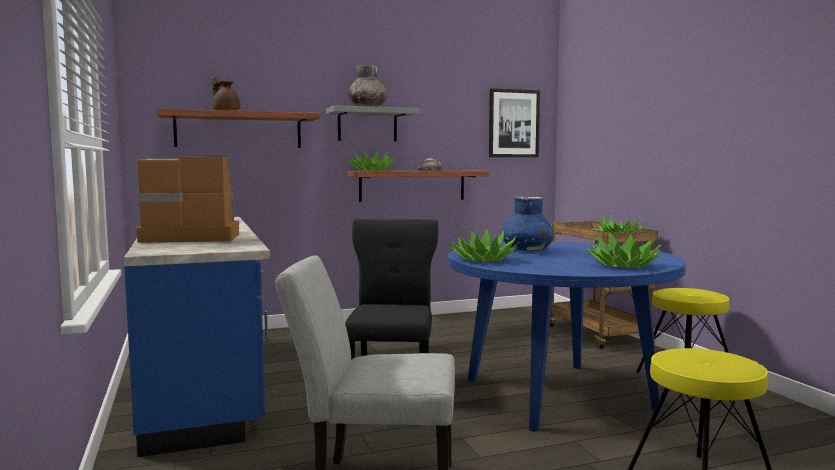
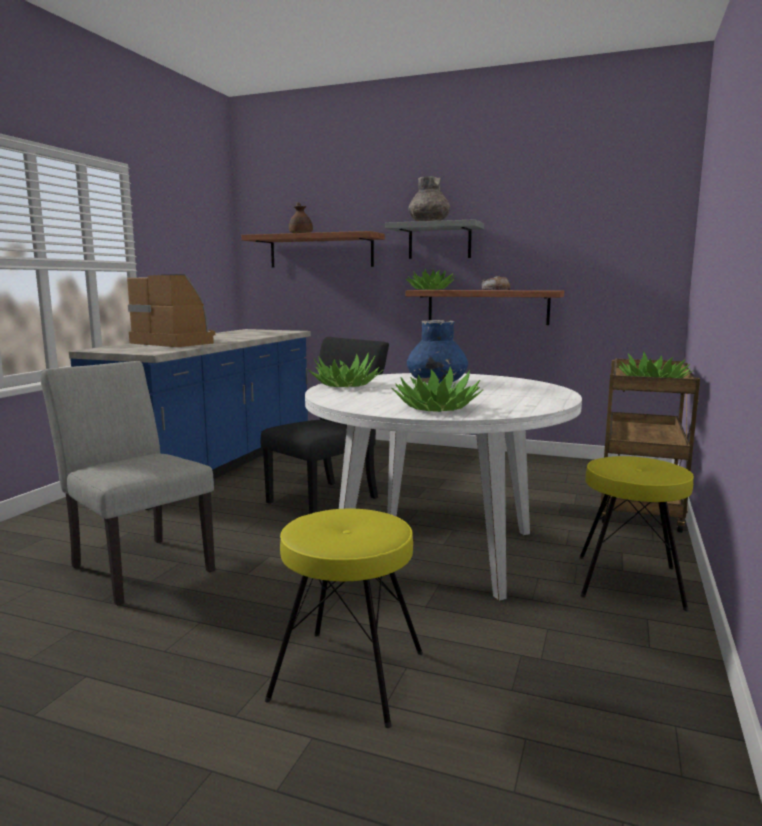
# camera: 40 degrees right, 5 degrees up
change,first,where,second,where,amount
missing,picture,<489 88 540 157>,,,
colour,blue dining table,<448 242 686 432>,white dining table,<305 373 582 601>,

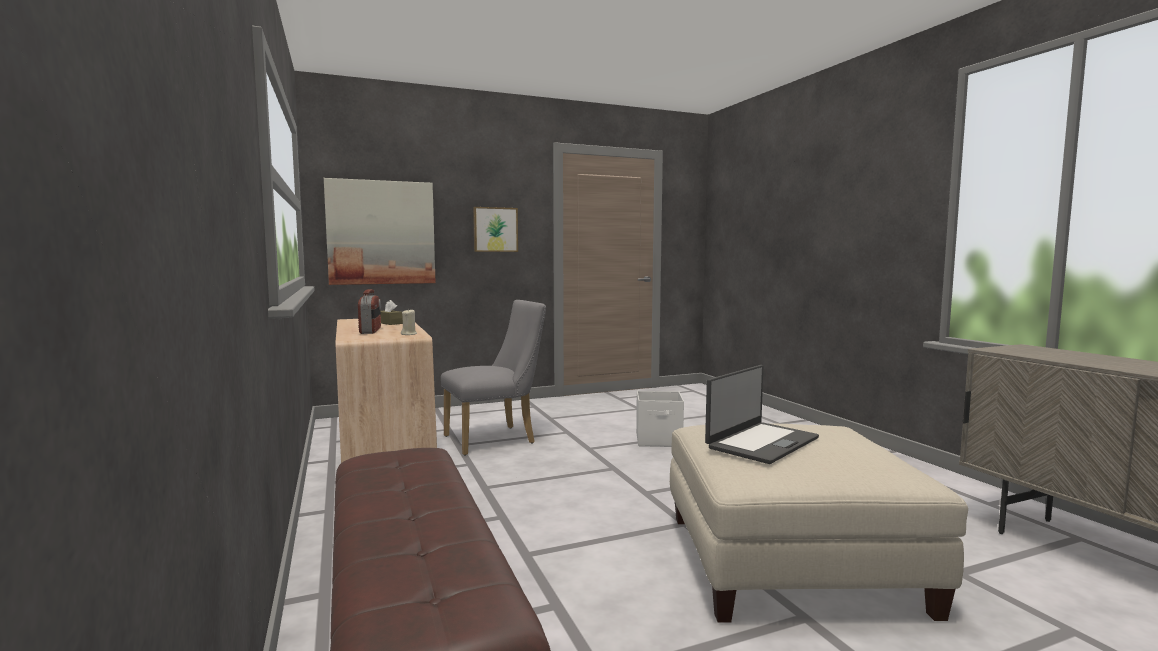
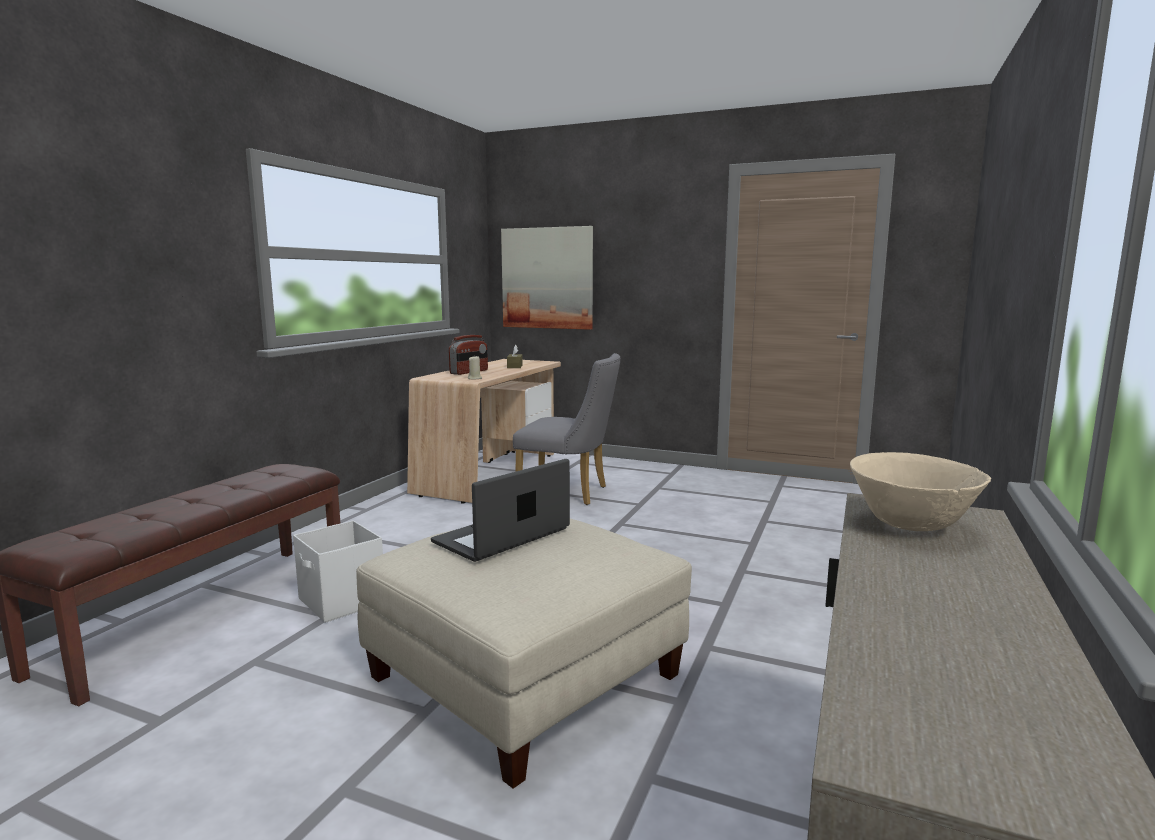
# camera: 45 degrees right, 5 degrees up
change,first,where,second,where,amount
missing,picture,<473 207 518 252>,,,
spun,laptop,<705 365 819 464>,,<431 459 570 562>,135 degrees clockwise
relocated,white storage box,<636 391 684 447>,,<293 520 383 623>,
appeared,,,beige bowl,<850 452 991 531>,

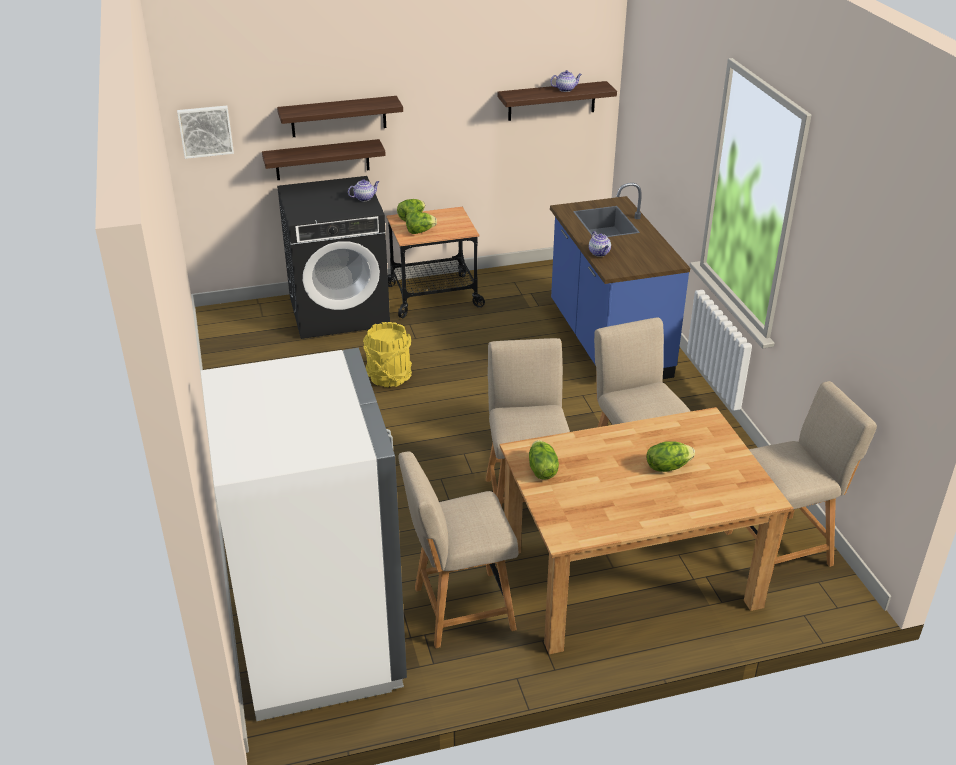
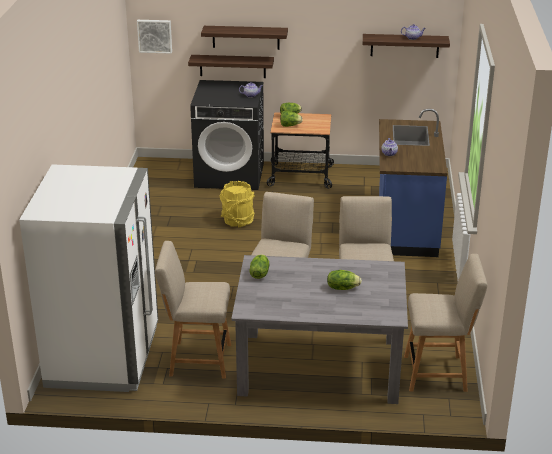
# camera: 20 degrees right, 5 degrees down
change,first,where,second,where,amount
colour,brown dining table,<500 407 794 654>,grey dining table,<231 255 408 404>,

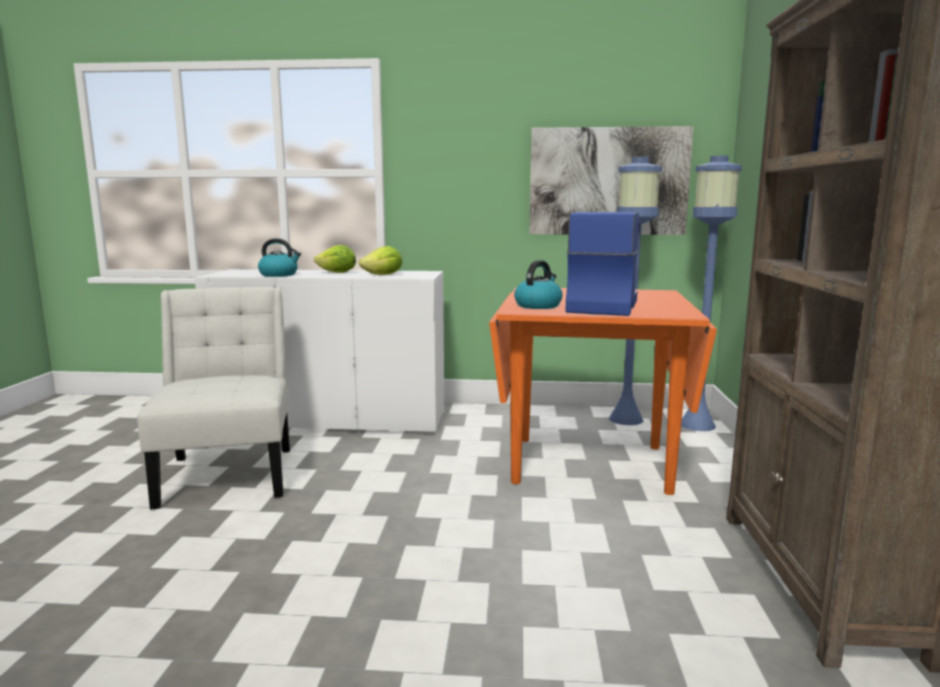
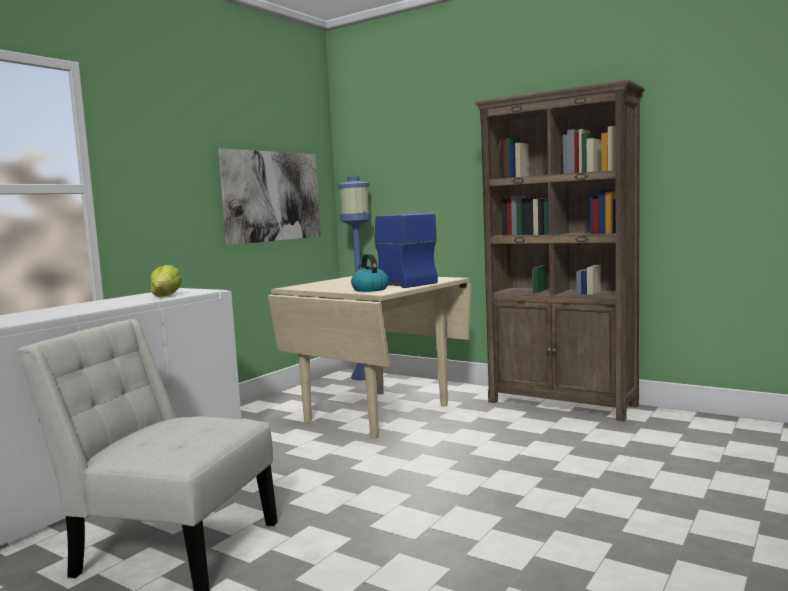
# camera: 60 degrees left, 5 degrees down
change,first,where,second,where,amount
missing,blue floor lamp,<609 157 662 425>,,,
missing,kettle,<258 238 301 277>,,,
missing,lettuce,<314 245 356 273>,,,
colour,orange dining table,<489 287 717 495>,beige dining table,<268 276 472 439>,

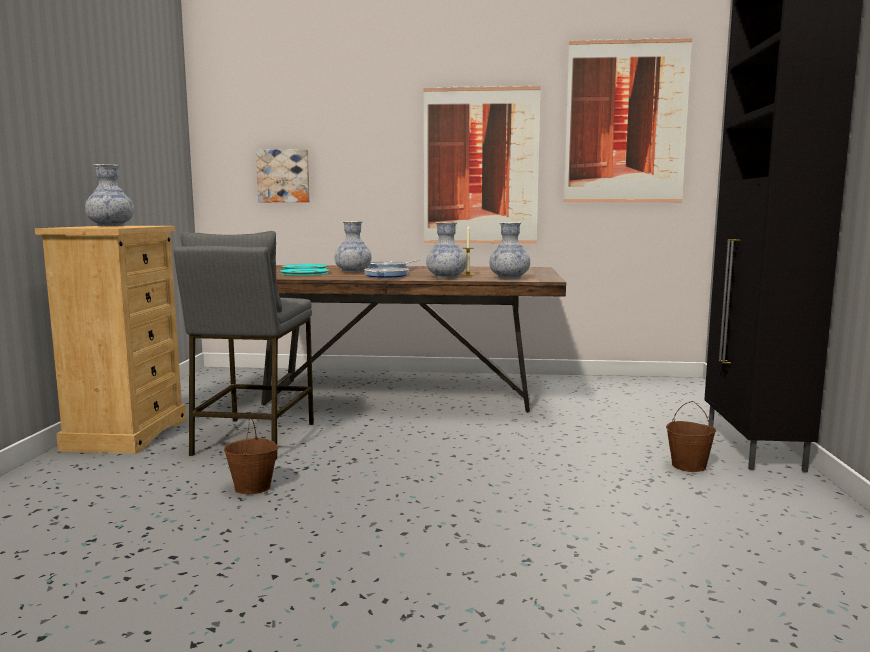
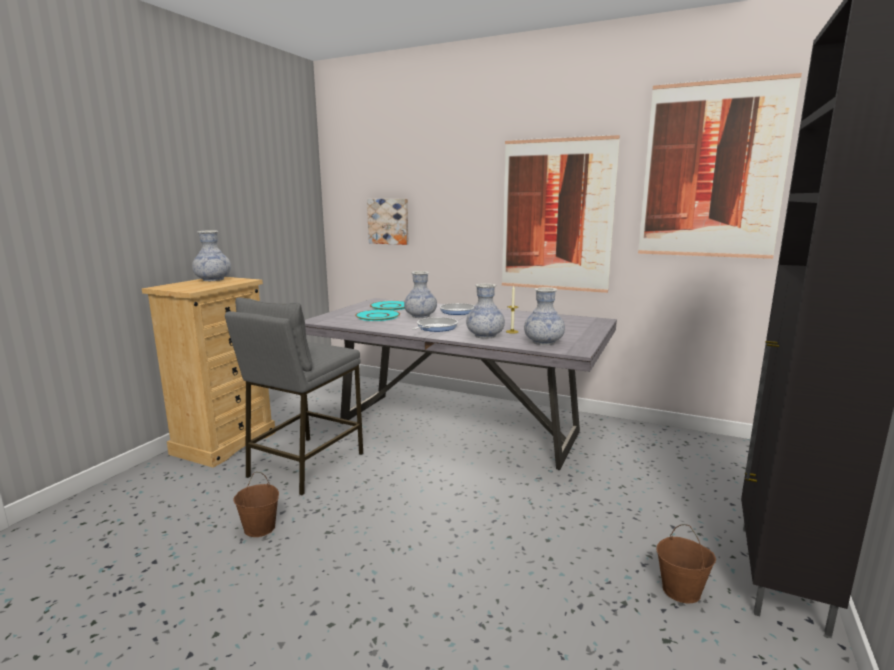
# camera: 20 degrees right, 5 degrees up
change,first,where,second,where,amount
colour,brown dining table,<261 265 566 413>,grey dining table,<305 298 617 470>,

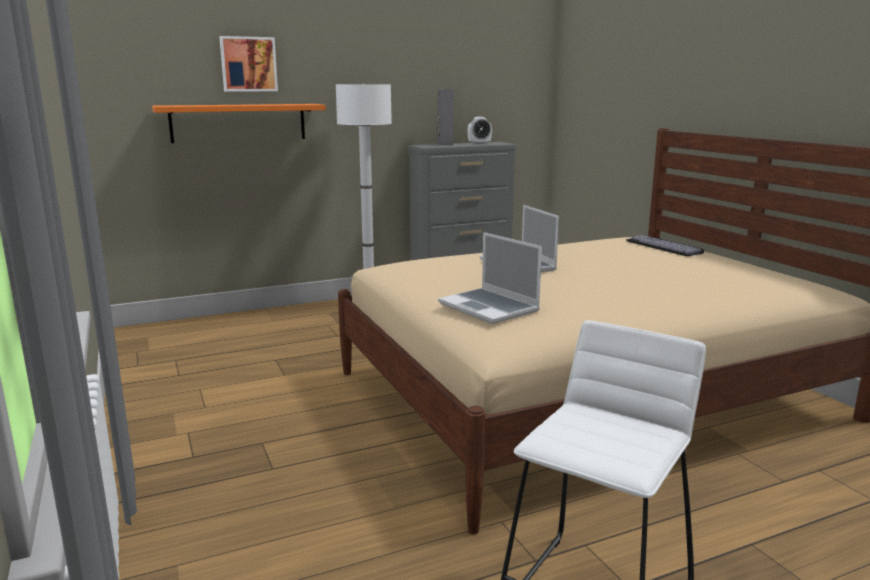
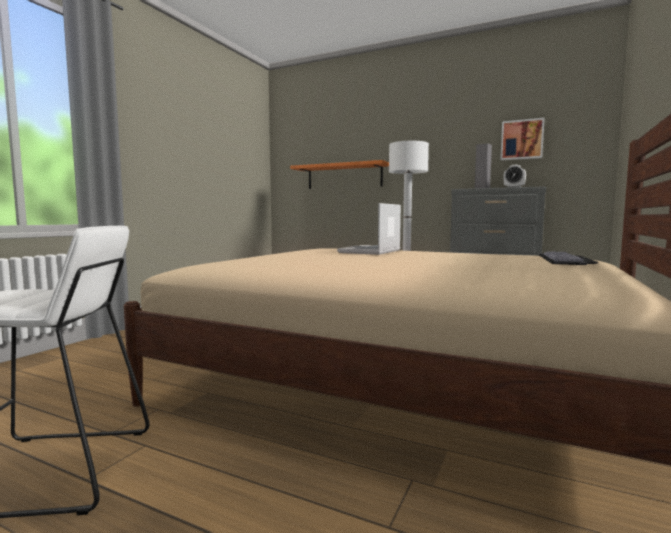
# camera: 50 degrees right, 10 degrees down
change,first,where,second,where,amount
relocated,picture,<219 36 278 92>,,<500 118 545 160>,
missing,laptop,<438 232 542 324>,,,

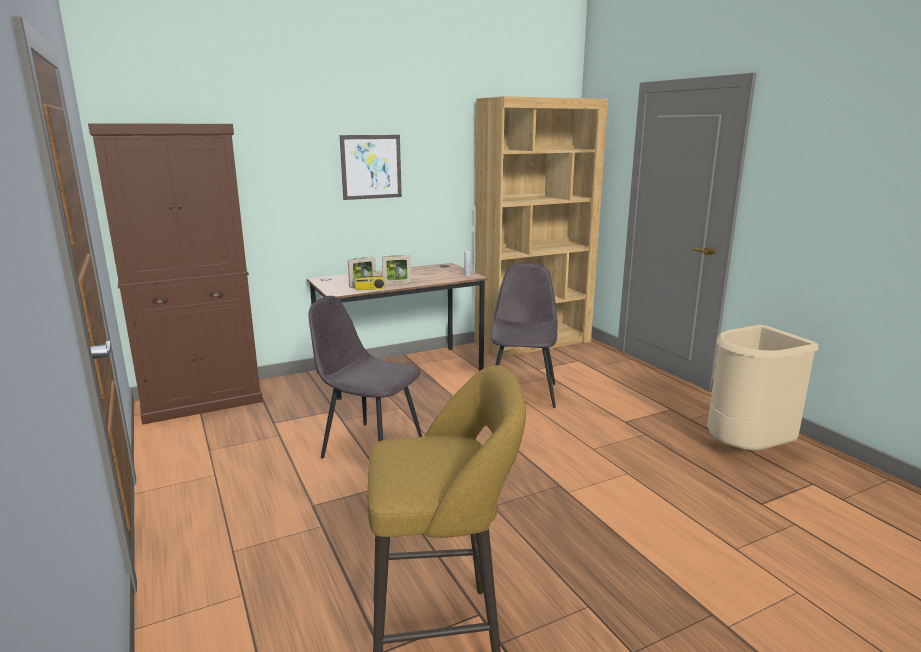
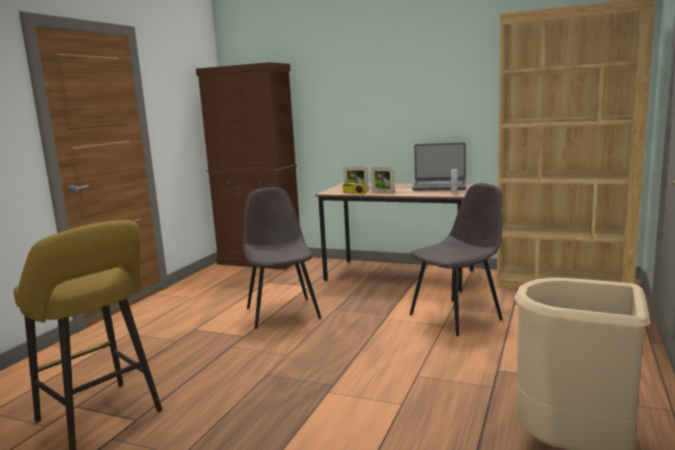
# camera: 50 degrees right, 5 degrees down
change,first,where,second,where,amount
missing,picture,<340 135 402 200>,,,
appeared,,,laptop,<412 143 466 191>,

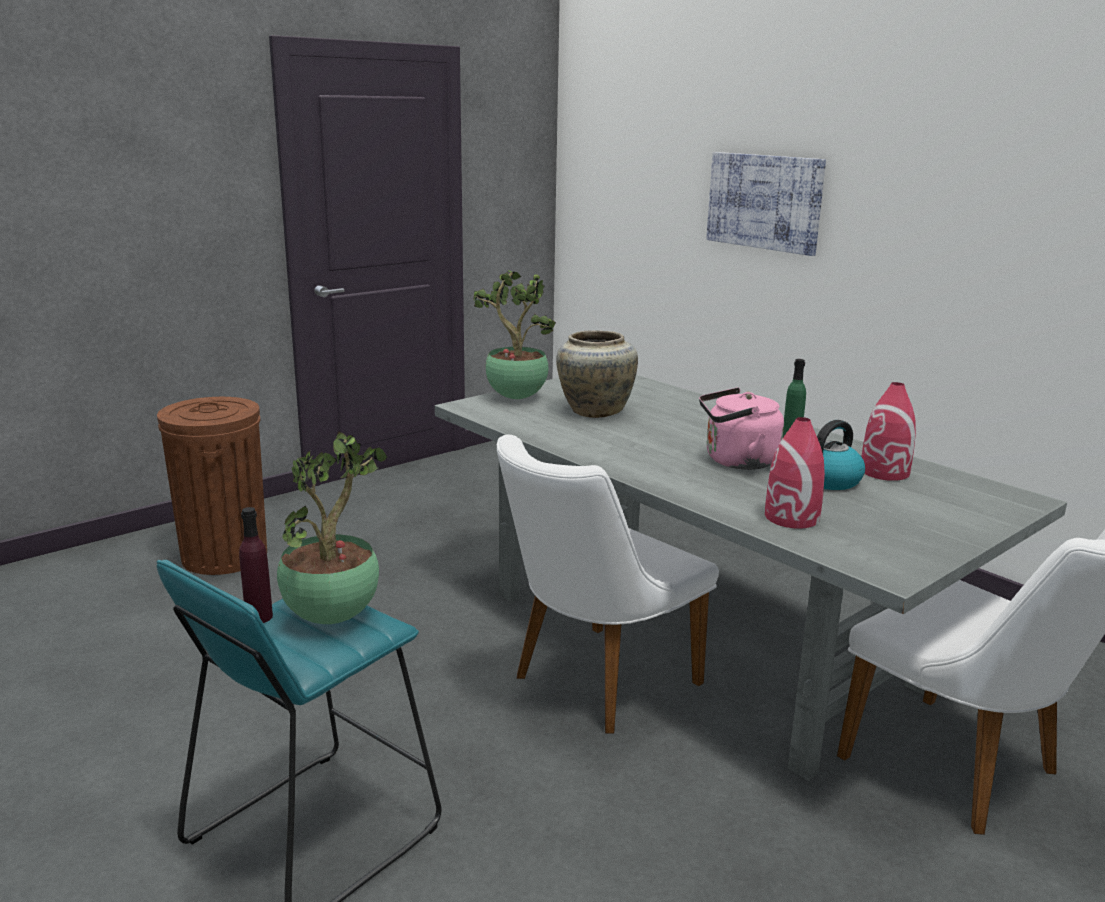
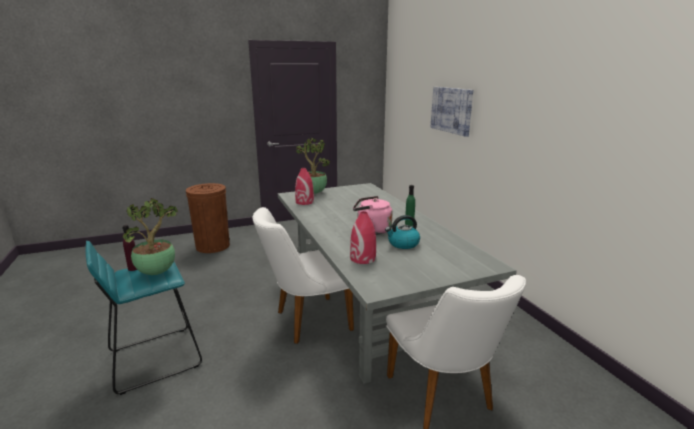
# camera: 20 degrees right, 0 degrees up
change,first,where,second,where,amount
missing,beige vase,<556 330 638 418>,,,
relocated,red vase,<861 382 916 481>,,<295 168 314 205>,

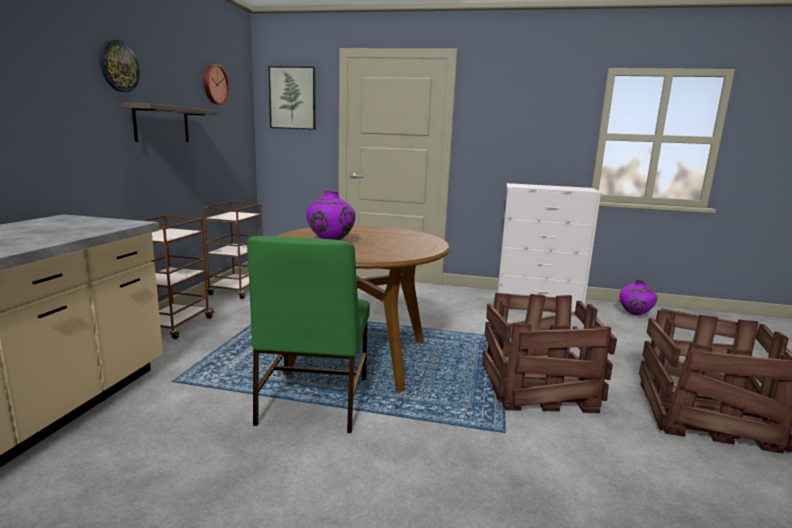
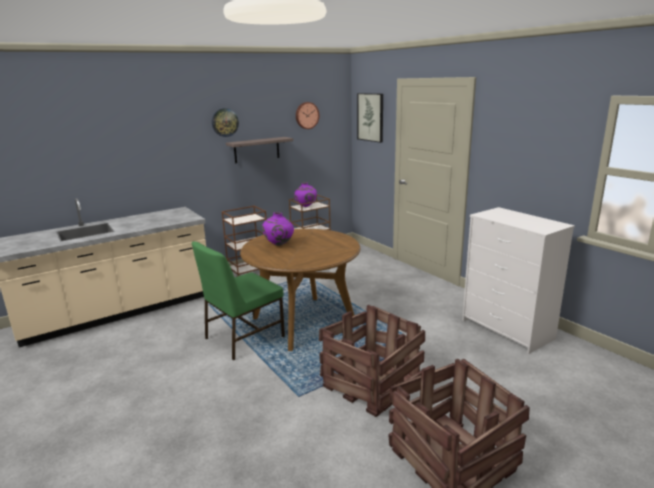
# camera: 45 degrees right, 5 degrees up
change,first,where,second,where,amount
relocated,purple vase,<619 280 657 315>,,<294 182 317 207>,

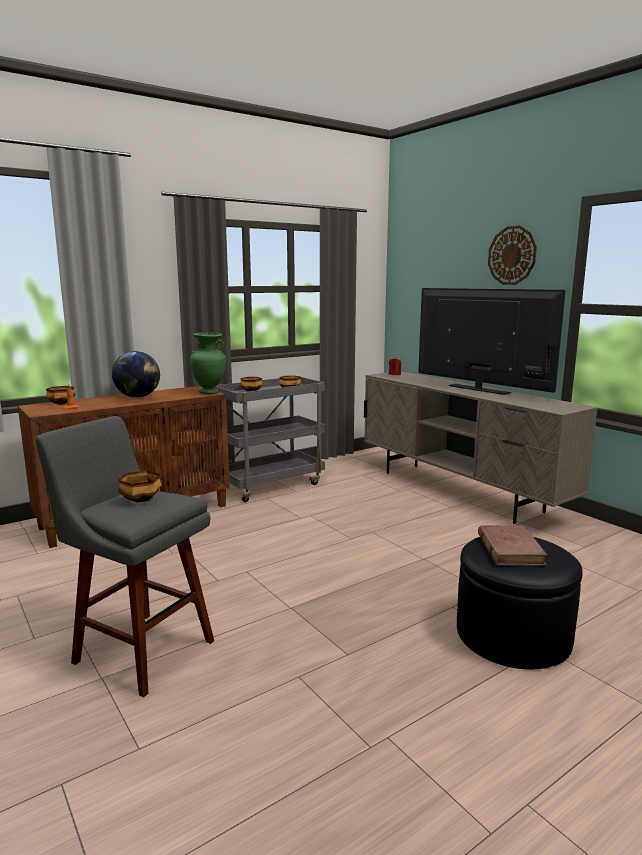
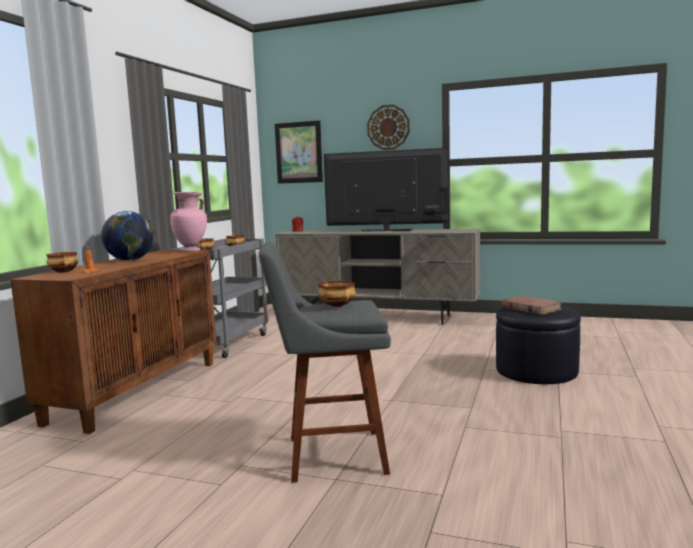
# camera: 35 degrees left, 5 degrees down
change,first,where,second,where,amount
colour,green vase,<190 332 226 394>,pink vase,<170 192 207 252>,
appeared,,,picture,<275 120 323 184>,

